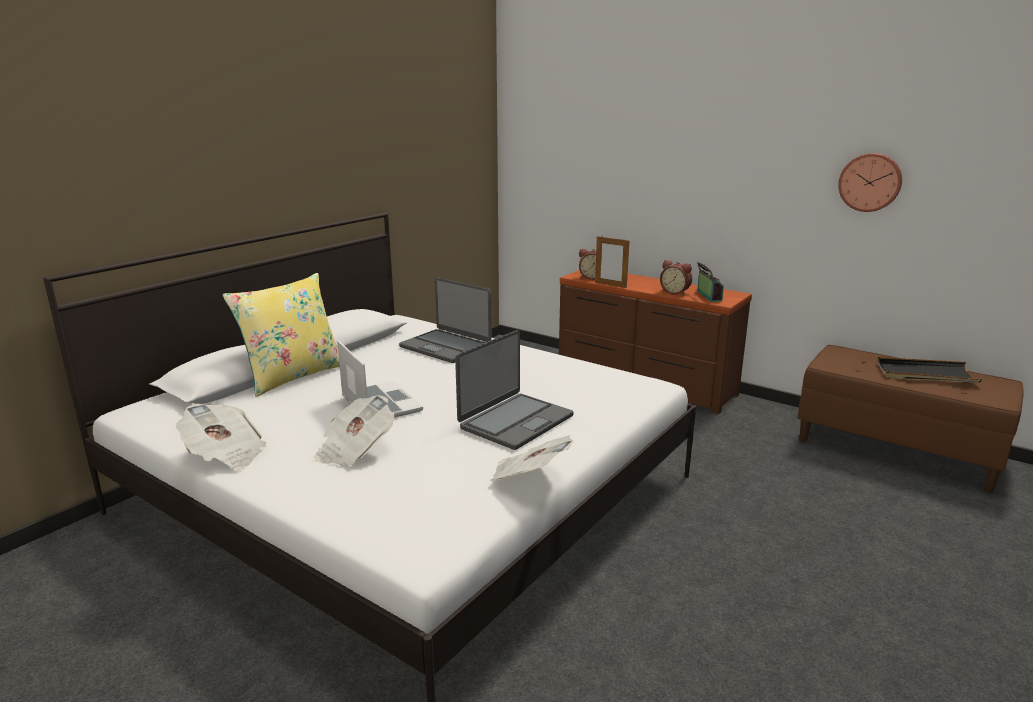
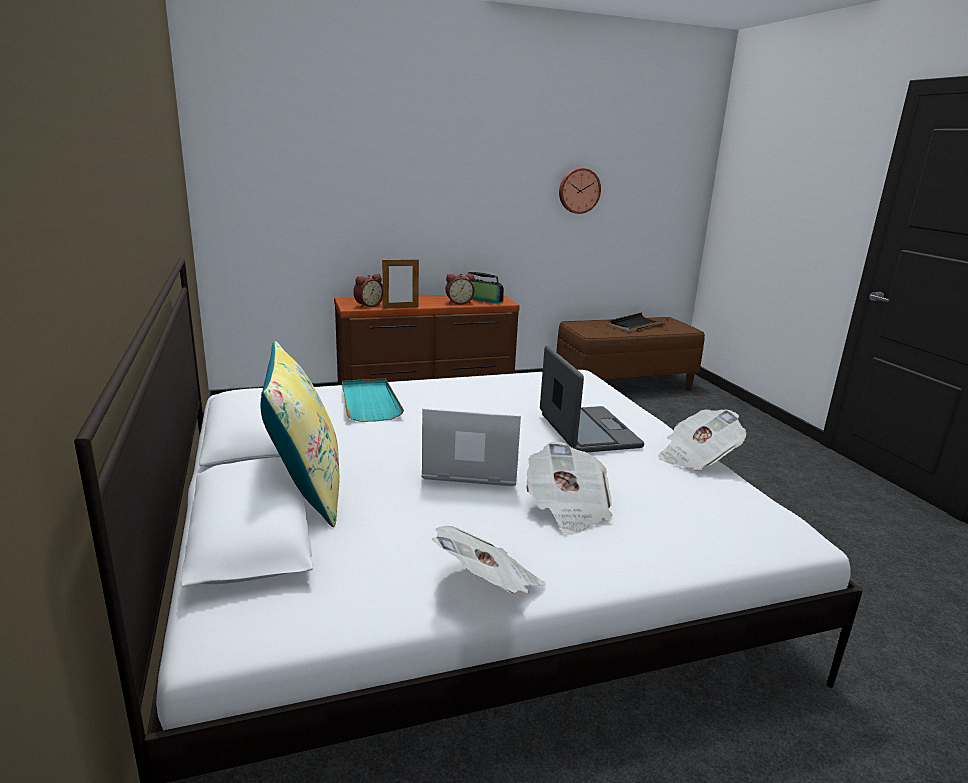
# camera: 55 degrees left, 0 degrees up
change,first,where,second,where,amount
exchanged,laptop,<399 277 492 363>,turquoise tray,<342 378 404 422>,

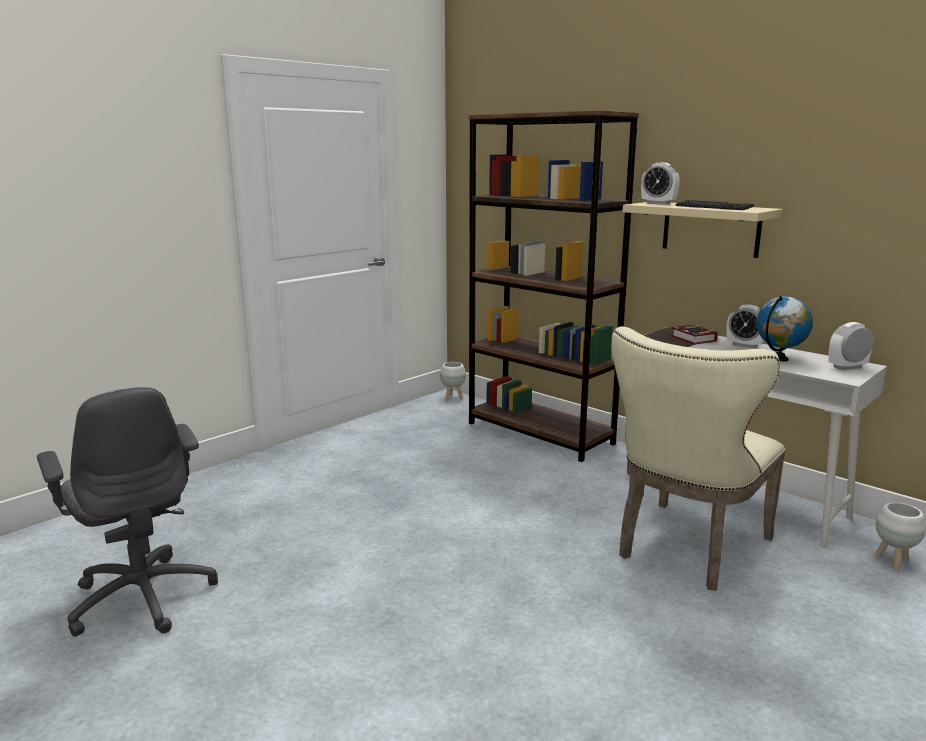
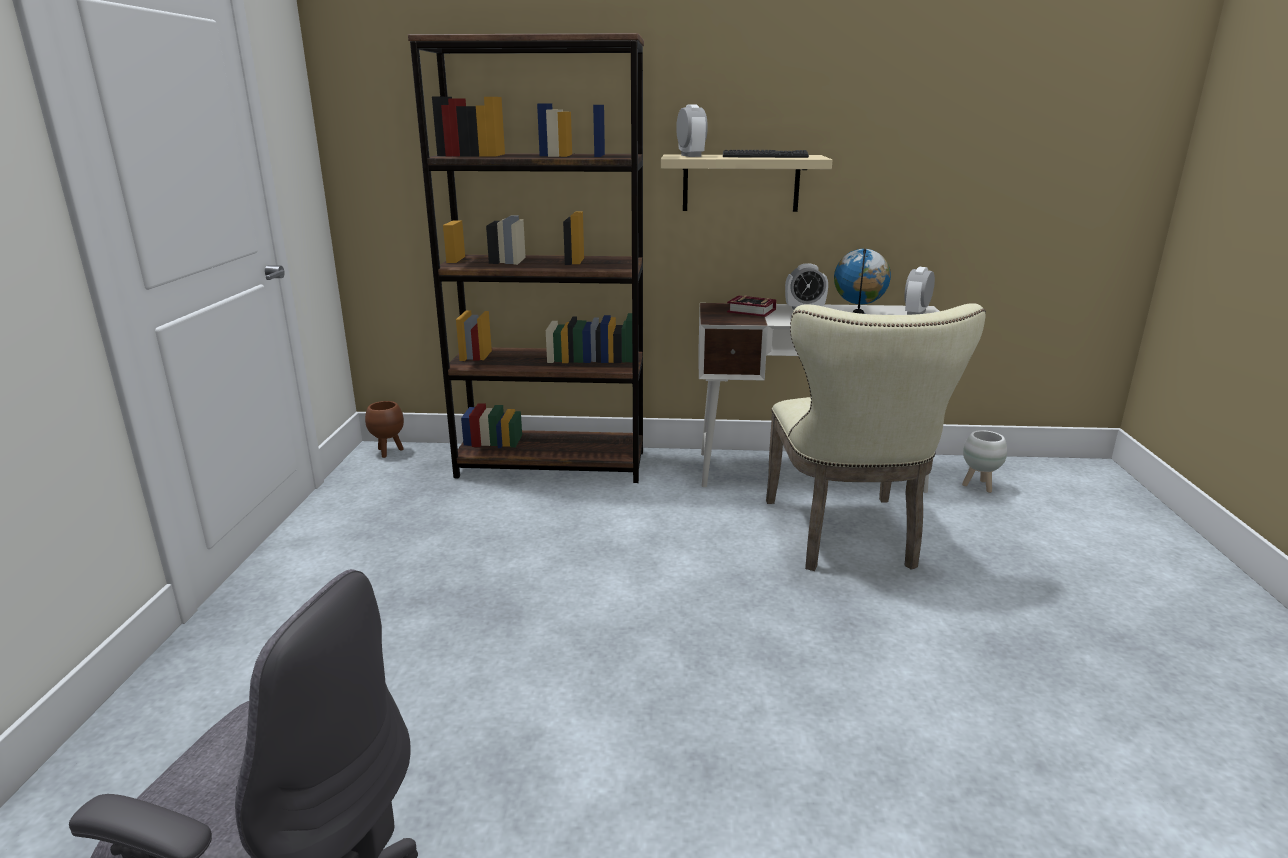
# camera: 40 degrees left, 5 degrees up
change,first,where,second,where,amount
spun,alarm clock,<641 162 680 205>,,<676 104 708 157>,105 degrees counterclockwise
colour,white planter,<440 362 466 401>,brown planter,<365 401 404 458>,

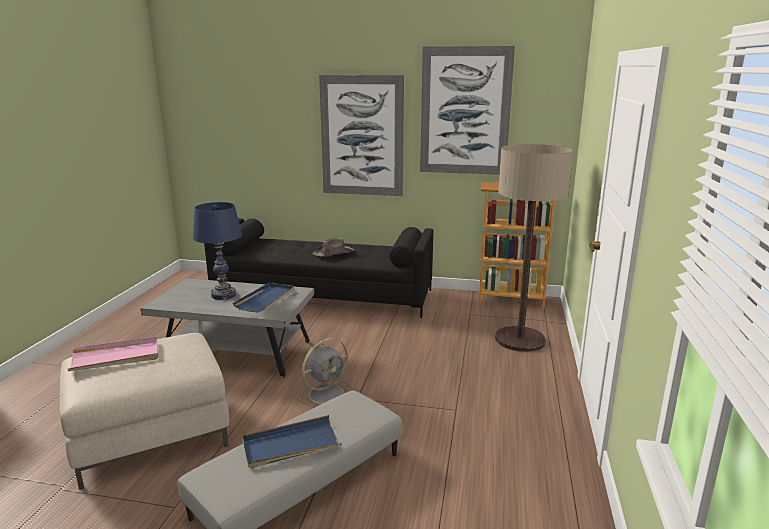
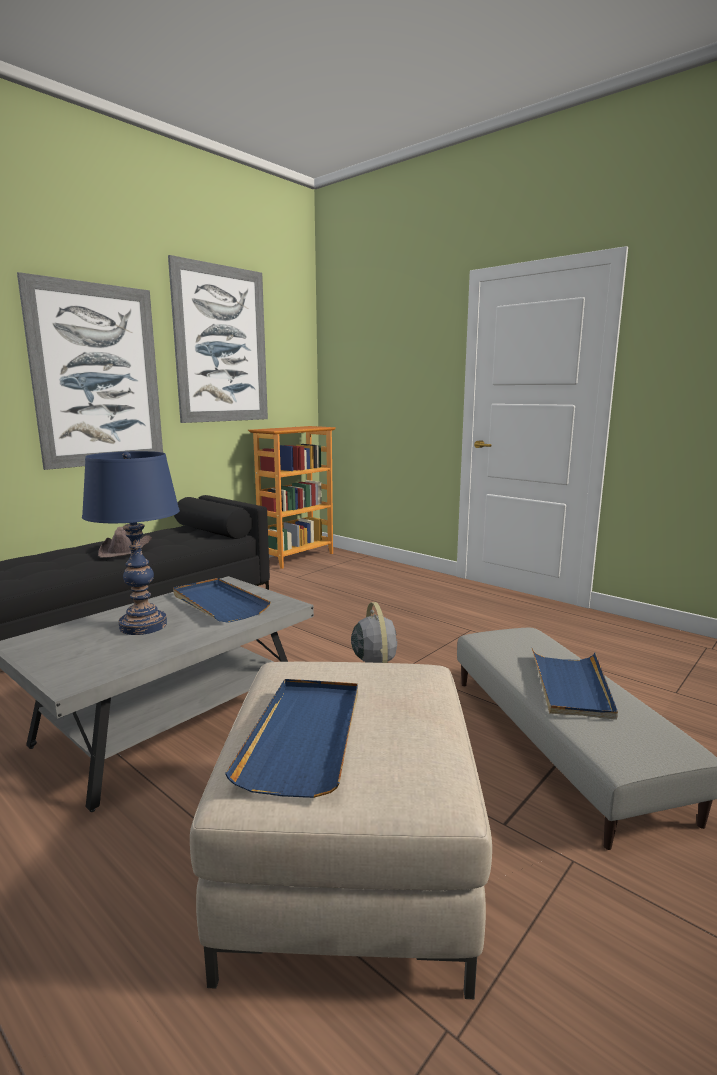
# camera: 60 degrees left, 5 degrees down
change,first,where,second,where,amount
missing,floor lamp,<495 144 573 352>,,,
colour,pink tray,<67 337 159 371>,blue tray,<225 679 358 798>,

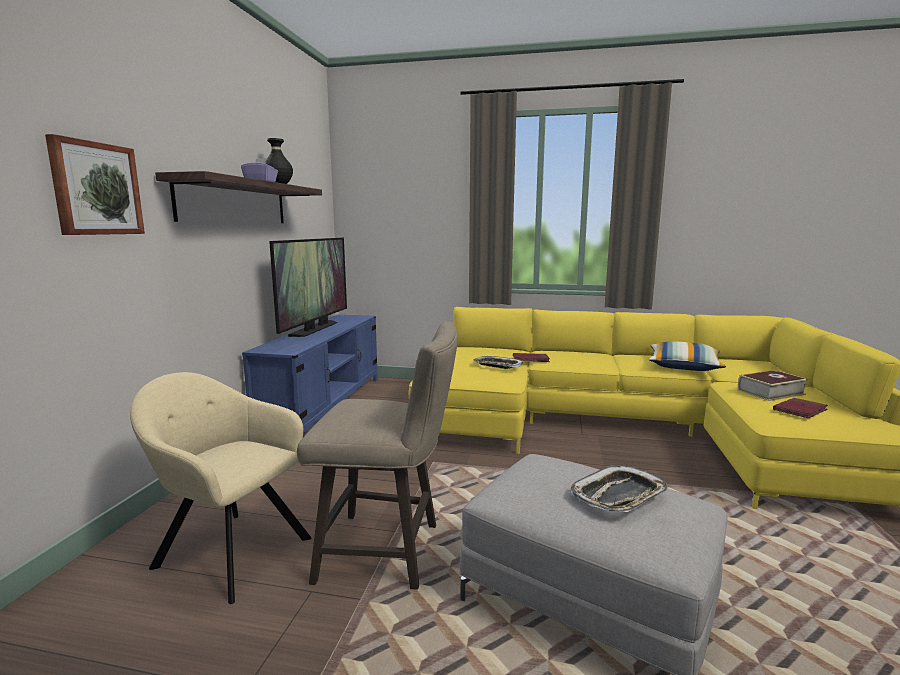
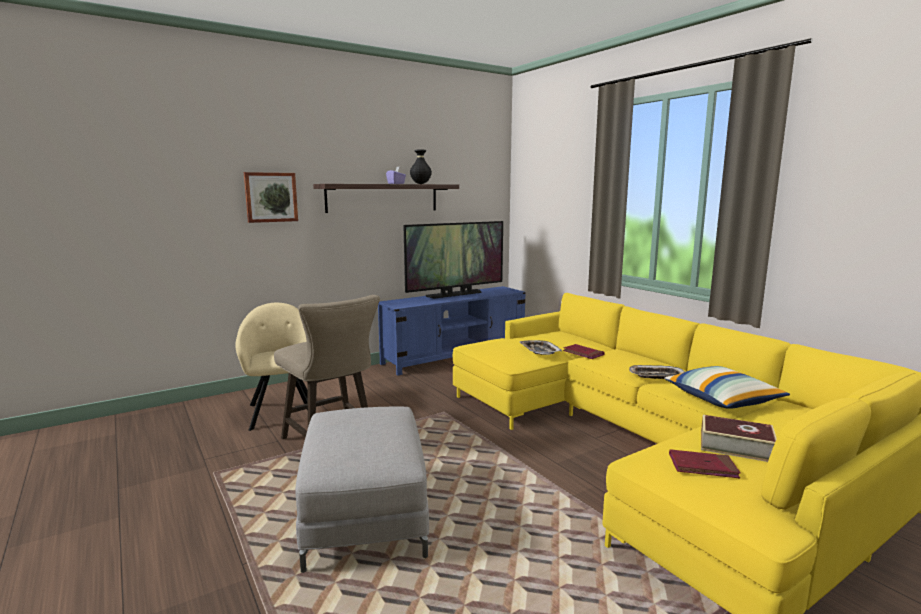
# camera: 45 degrees right, 0 degrees up
change,first,where,second,where,amount
relocated,tray,<570 465 668 512>,,<629 365 685 379>,

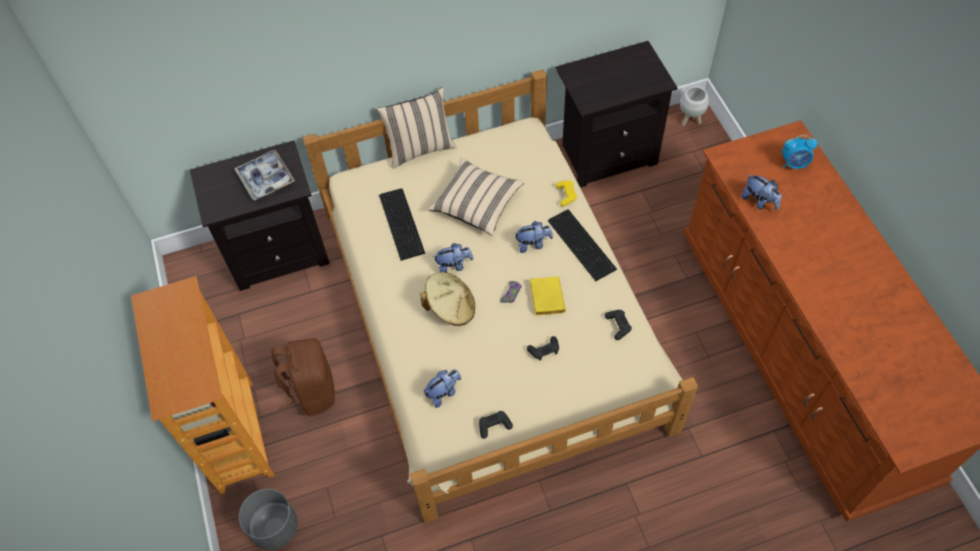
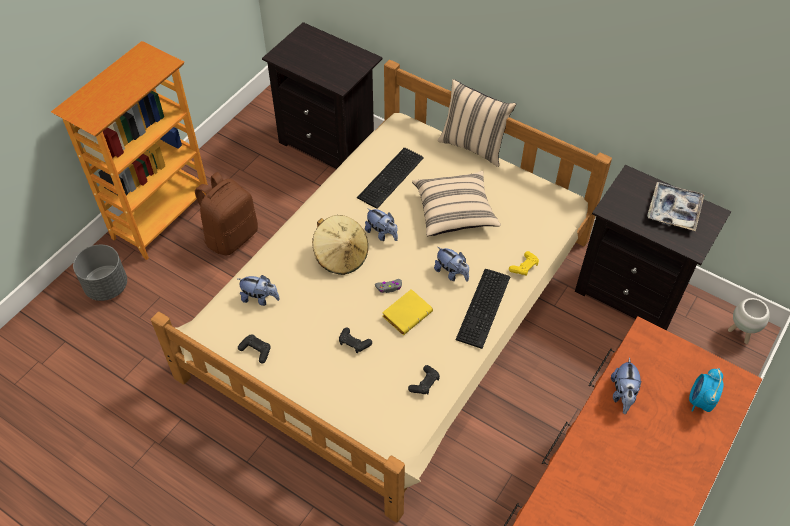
# camera: 50 degrees right, 5 degrees down
change,first,where,second,where,amount
spun,alarm clock,<782 135 817 169>,,<689 368 723 412>,60 degrees clockwise
relocated,tray,<234 150 295 200>,,<647 182 704 231>,

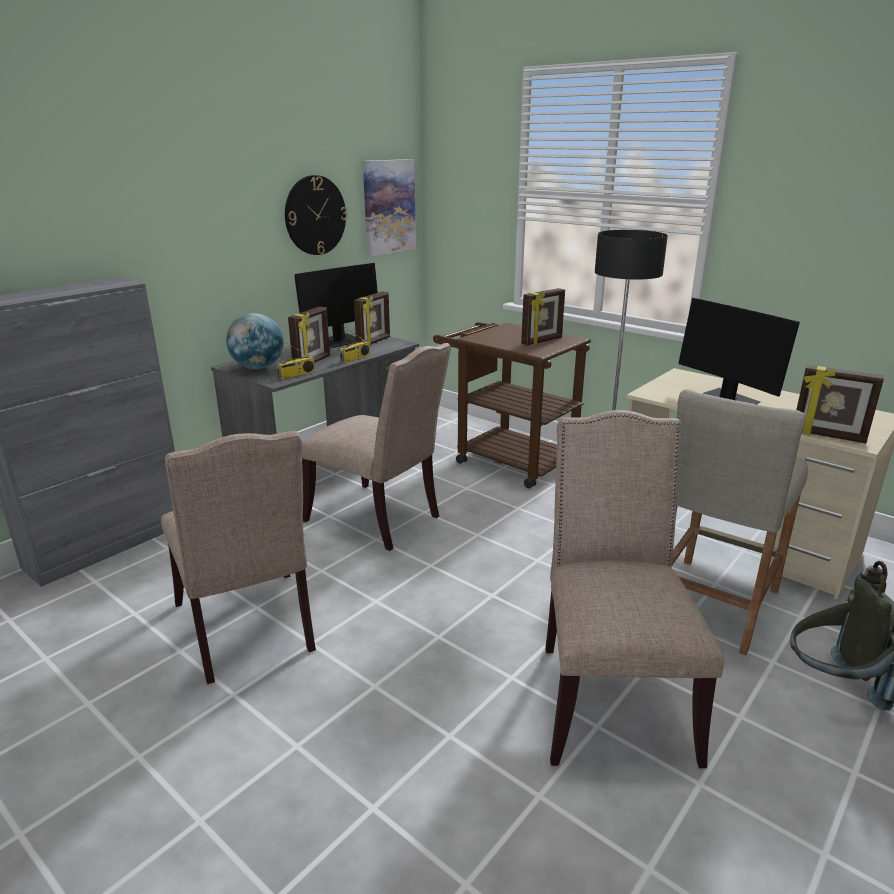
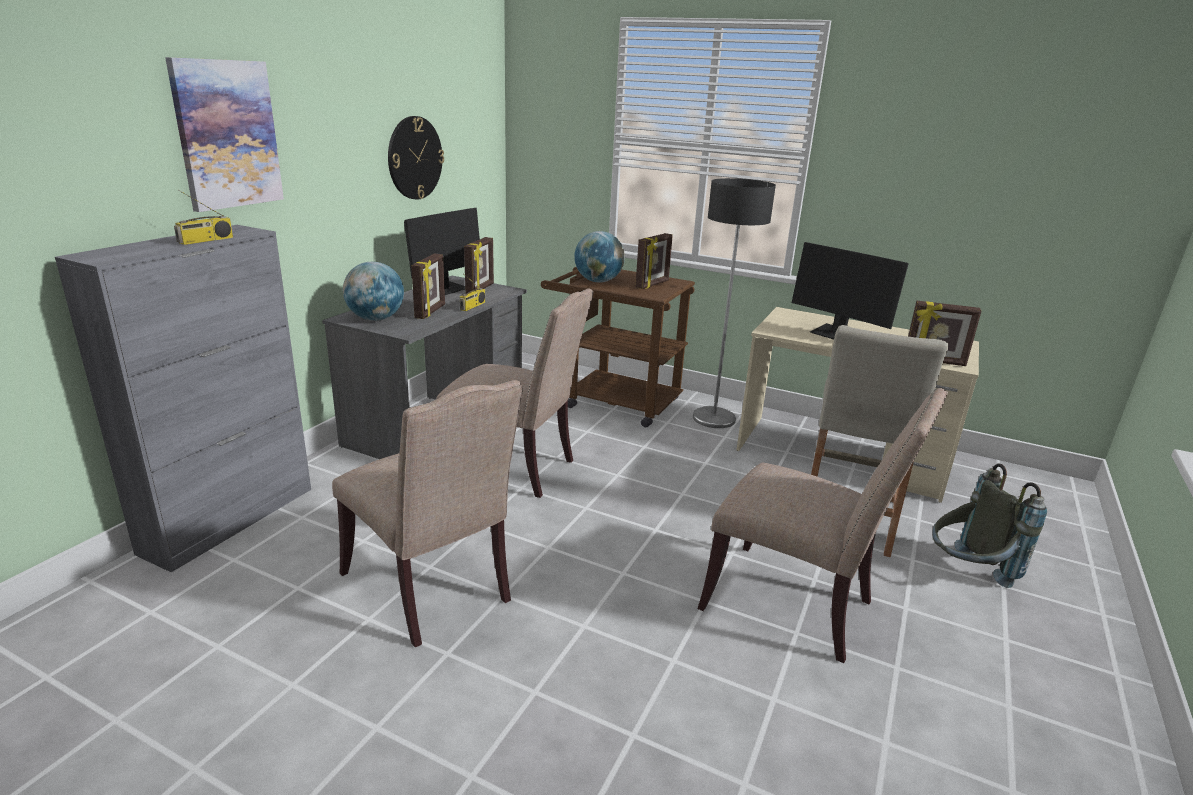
# camera: 15 degrees left, 0 degrees up
change,first,where,second,where,amount
relocated,picture,<363 159 416 257>,,<165 57 284 212>,
relocated,radio,<277 340 315 379>,,<174 190 233 245>,
spun,beige chair,<545 410 724 768>,,<698 388 948 663>,135 degrees clockwise
appeared,,,globe,<574 231 625 283>,

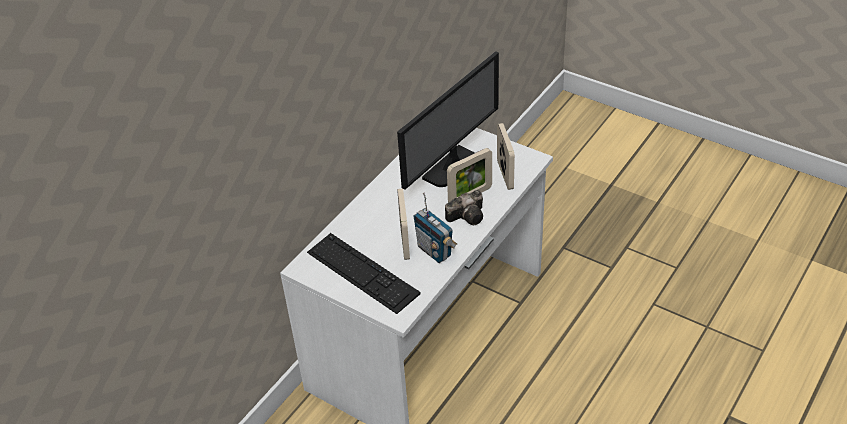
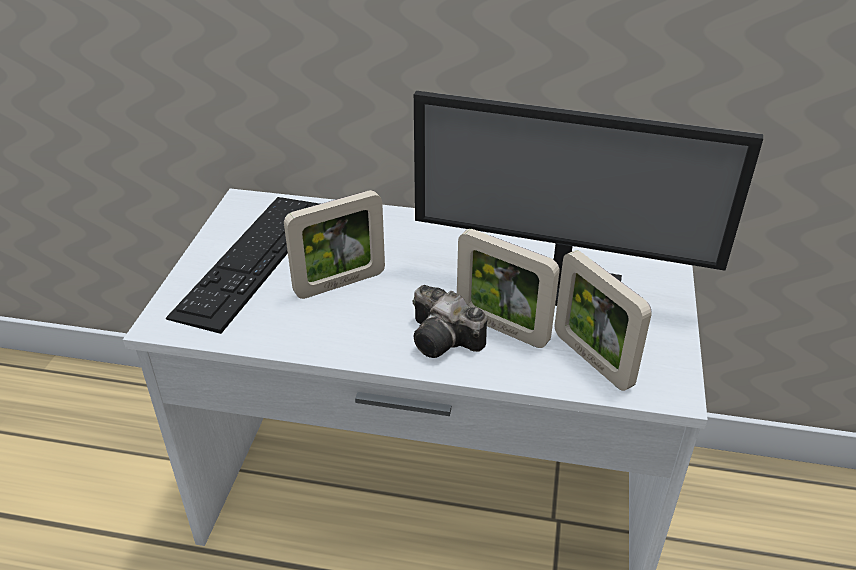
# camera: 65 degrees right, 5 degrees down
change,first,where,second,where,amount
spun,picture frame,<497 123 515 190>,,<555 250 652 391>,90 degrees clockwise
missing,radio,<413 192 457 263>,,,

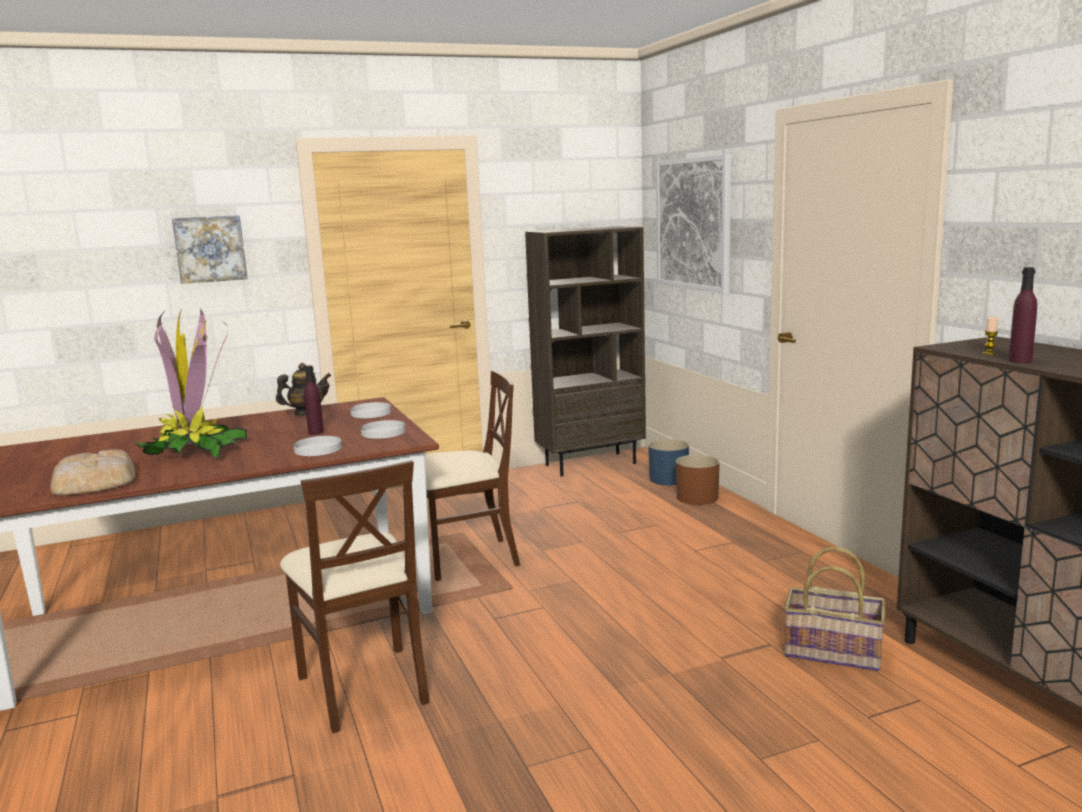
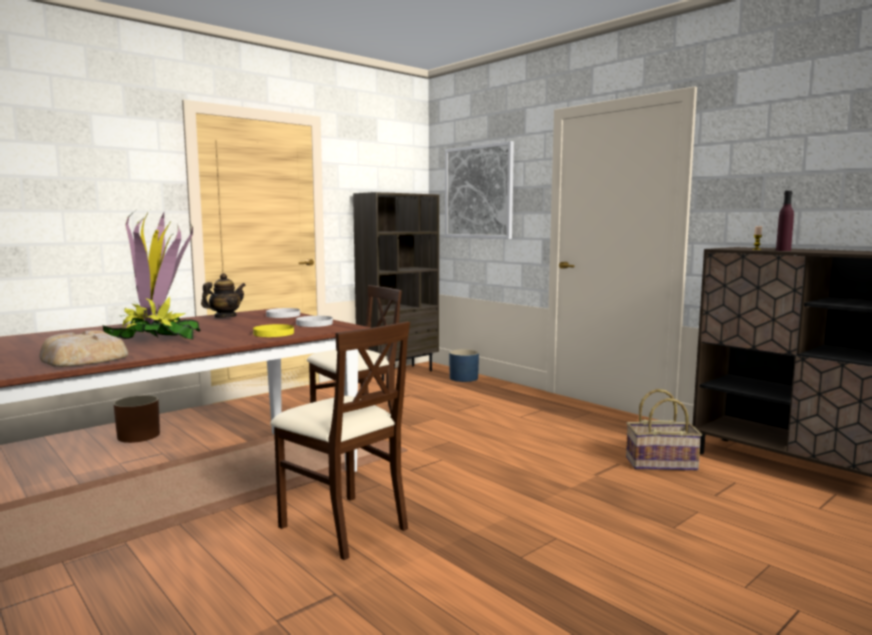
# camera: 20 degrees left, 5 degrees down
change,first,where,second,where,amount
missing,picture,<172 215 248 284>,,,
missing,purple bottle,<304 365 324 435>,,,
colour,white plate,<294 436 342 456>,yellow plate,<253 324 294 337>,
relocated,brown planter,<676 455 720 505>,,<113 395 160 443>,

